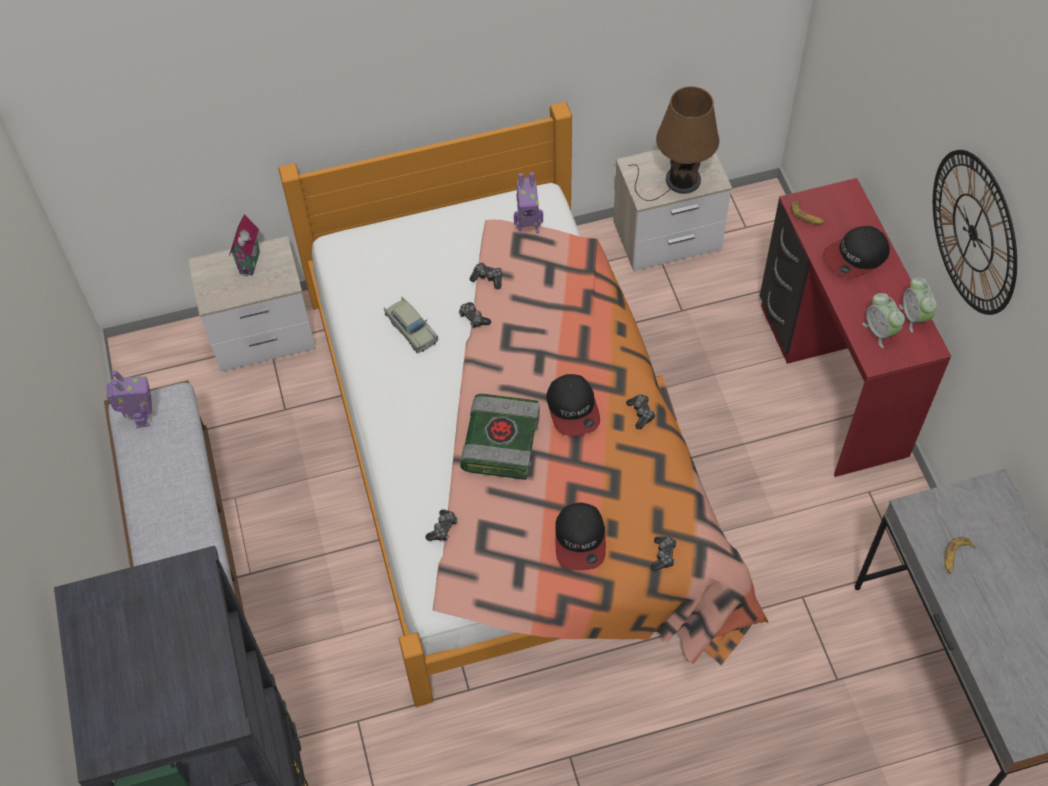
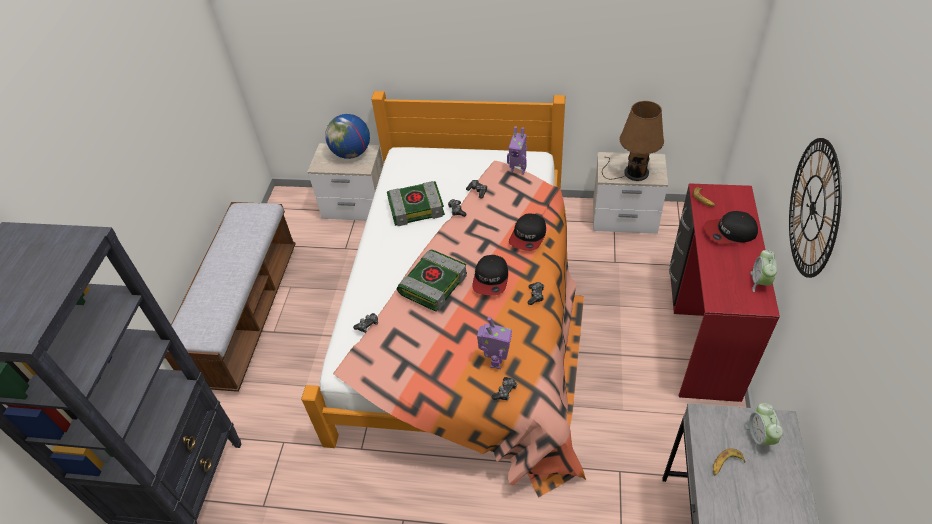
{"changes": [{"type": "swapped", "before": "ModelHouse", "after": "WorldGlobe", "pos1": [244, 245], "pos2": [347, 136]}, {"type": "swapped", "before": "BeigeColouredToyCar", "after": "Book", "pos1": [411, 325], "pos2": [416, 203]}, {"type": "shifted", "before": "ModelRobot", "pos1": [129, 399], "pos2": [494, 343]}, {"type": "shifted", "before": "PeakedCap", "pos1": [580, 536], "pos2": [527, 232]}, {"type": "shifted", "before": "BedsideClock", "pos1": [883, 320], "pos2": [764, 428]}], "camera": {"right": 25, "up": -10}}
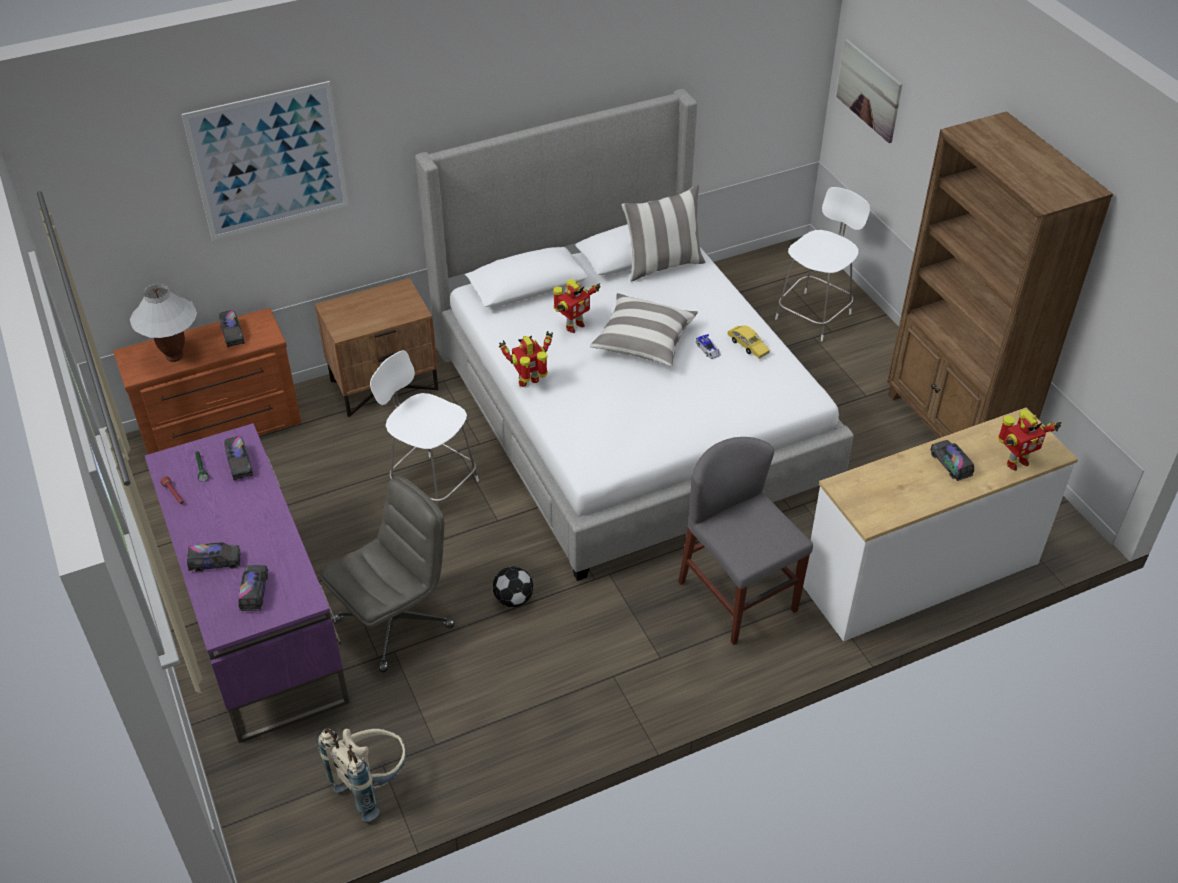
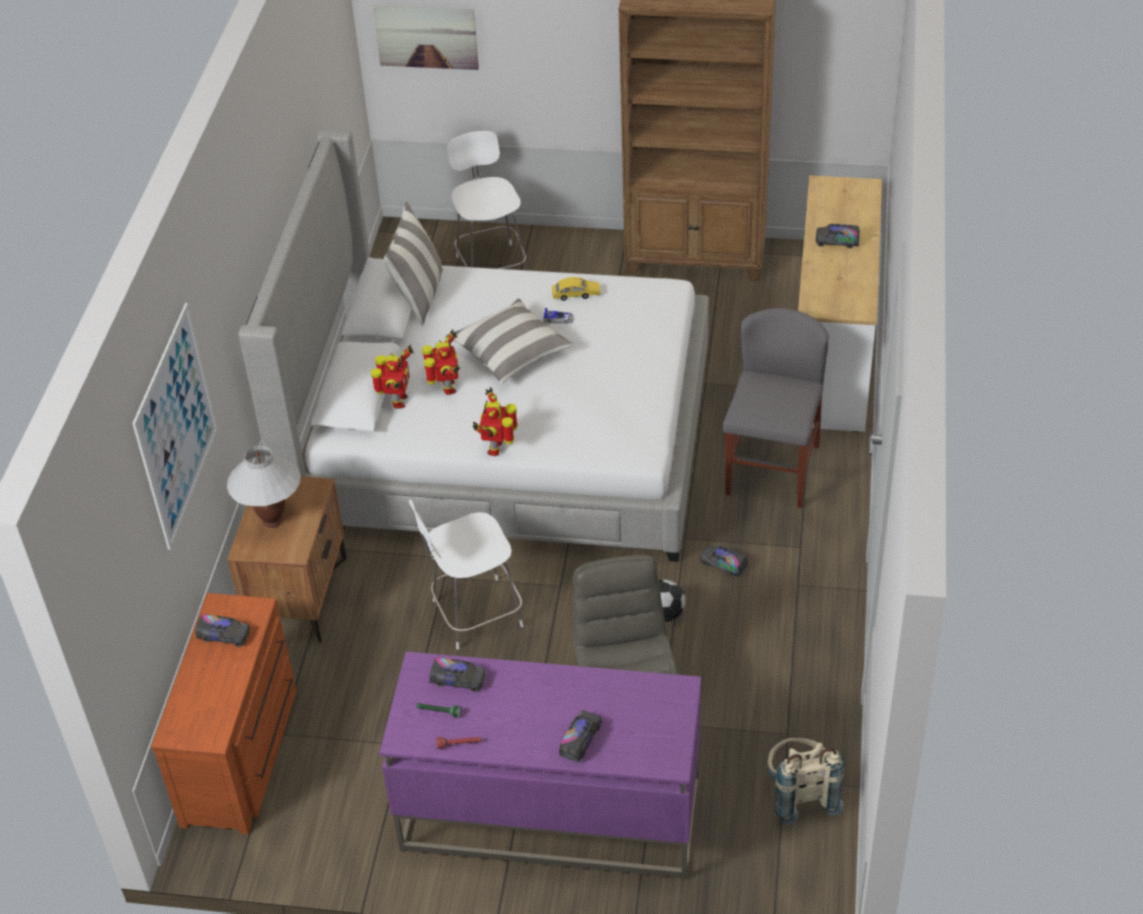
{"changes": [{"type": "shifted", "before": "WhitishLampForATable", "pos1": [163, 323], "pos2": [264, 486]}, {"type": "shifted", "before": "ModelRobot", "pos1": [1030, 440], "pos2": [392, 376]}, {"type": "shifted", "before": "ModelTruck", "pos1": [253, 588], "pos2": [724, 561]}, {"type": "rotated", "before": "GrayChair", "pos1": [745, 541], "pos2": [776, 408], "turn": 105}], "camera": {"right": -55, "up": 0}}
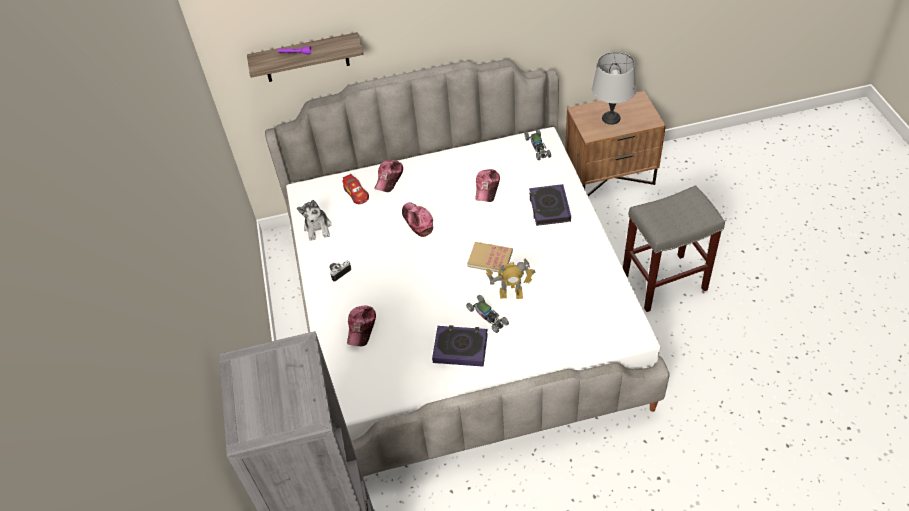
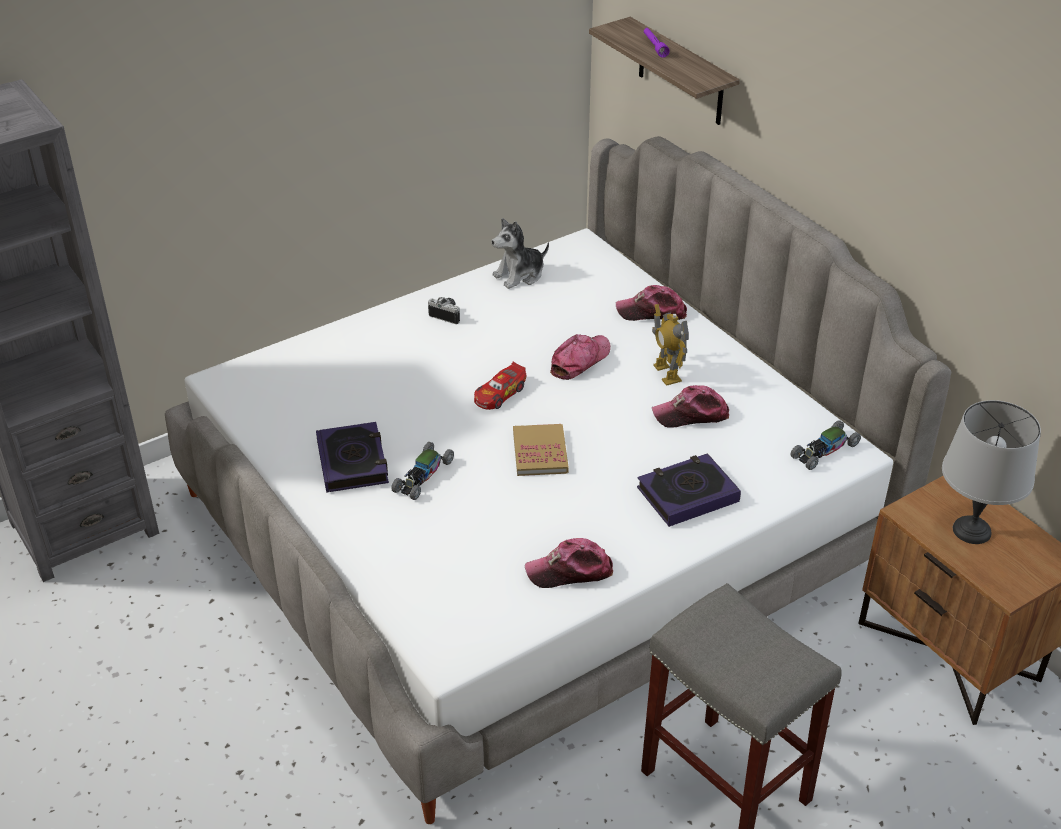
{"changes": [{"type": "shifted", "before": "ToyCar", "pos1": [355, 189], "pos2": [500, 386]}, {"type": "shifted", "before": "PeakedCap", "pos1": [361, 325], "pos2": [569, 563]}, {"type": "shifted", "before": "ModelRobot", "pos1": [511, 279], "pos2": [670, 345]}], "camera": {"right": 65, "up": -10}}
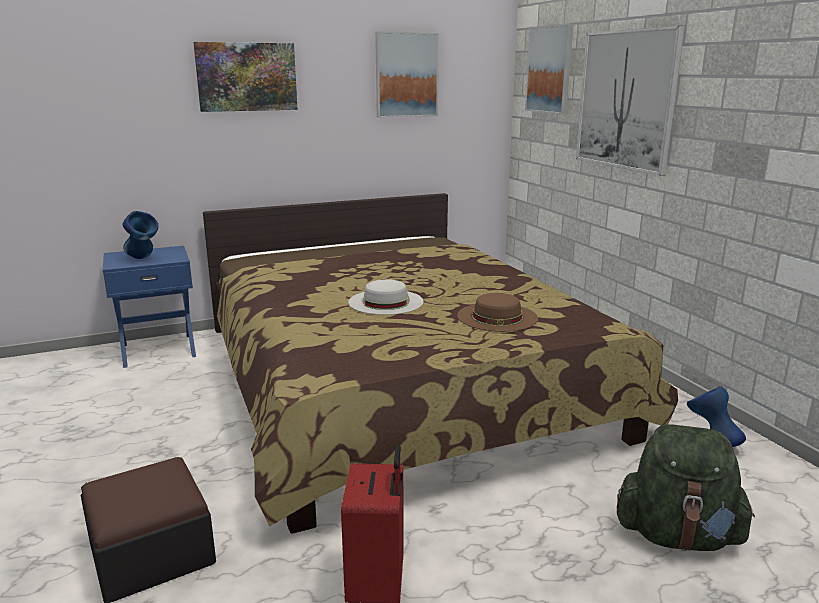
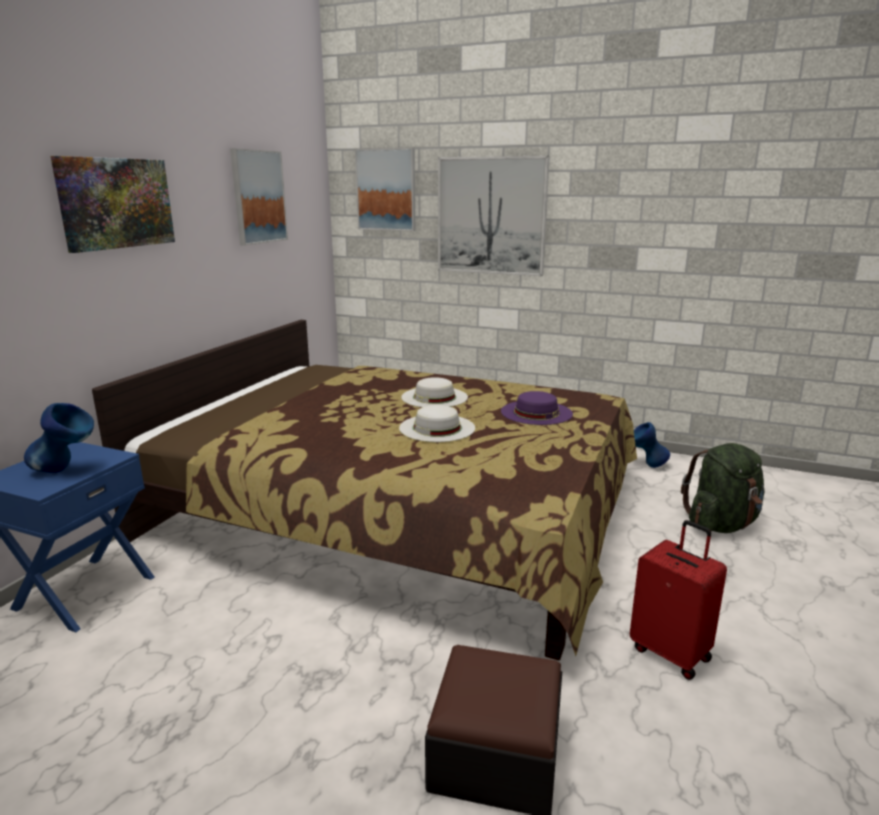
{"changes": [{"type": "new", "after": "WhitishClothingHat", "pos2": [434, 392]}, {"type": "repainted", "before": "BrownishClothingHat", "after": "PurpleClothingHat", "pos1": [497, 312], "pos2": [537, 408]}], "camera": {"right": -45, "up": 0}}
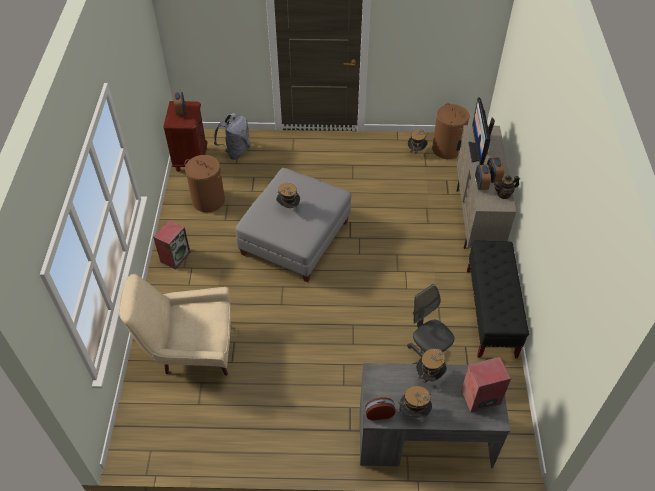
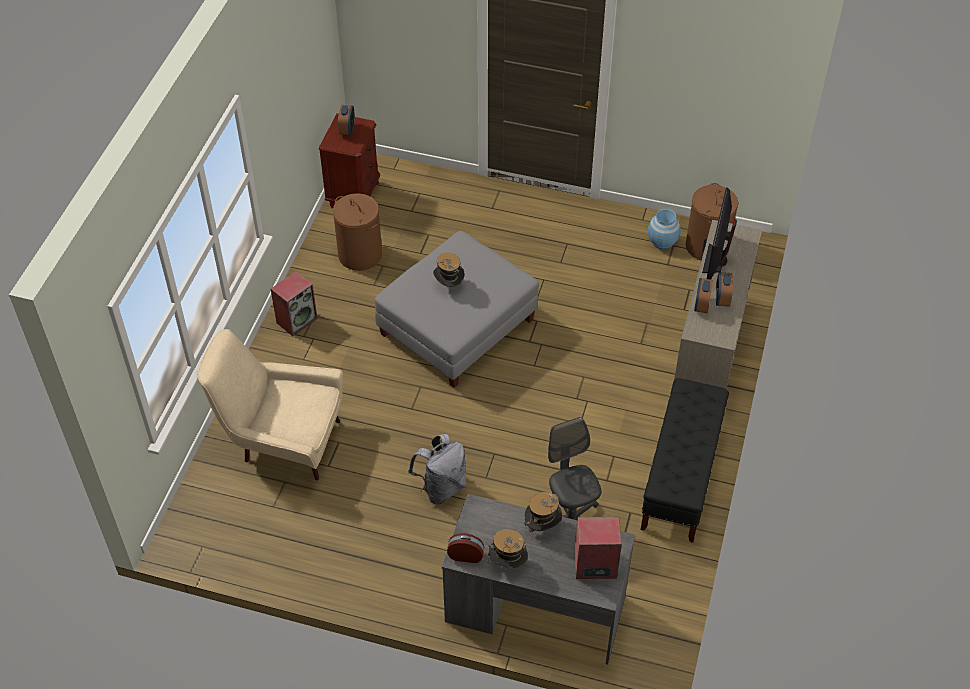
{"changes": [{"type": "shifted", "before": "GrayRucksack", "pos1": [232, 136], "pos2": [437, 469]}, {"type": "swapped", "before": "ClothingHat", "after": "BlueColouredVase", "pos1": [418, 144], "pos2": [664, 229]}, {"type": "gone", "before": "TeaPot", "pos1": [507, 187]}], "camera": {"right": 15, "up": 0}}
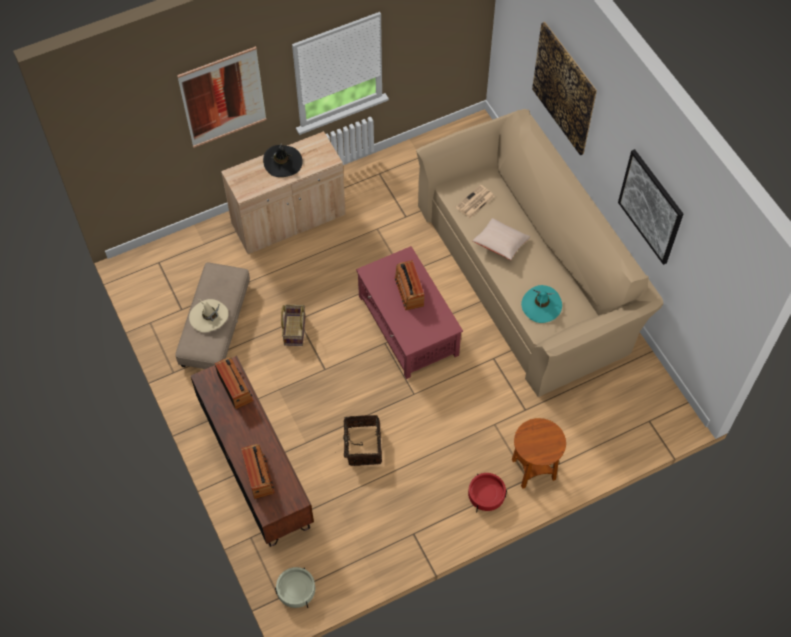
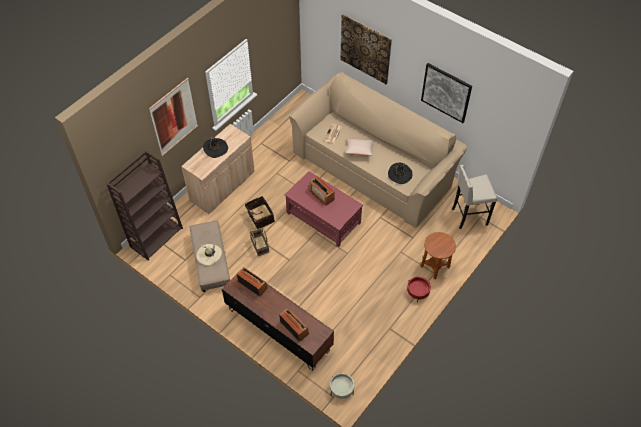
{"changes": [{"type": "new", "after": "BrownishShelvingUnit", "pos2": [144, 205]}, {"type": "shifted", "before": "HouseholdBasket", "pos1": [362, 440], "pos2": [260, 212]}, {"type": "repainted", "before": "TurquoiseClothingHat", "after": "BlackClothingHat", "pos1": [541, 304], "pos2": [400, 173]}, {"type": "new", "after": "BeigeColouredStoolSeat", "pos2": [474, 197]}], "camera": {"right": -25, "up": -5}}
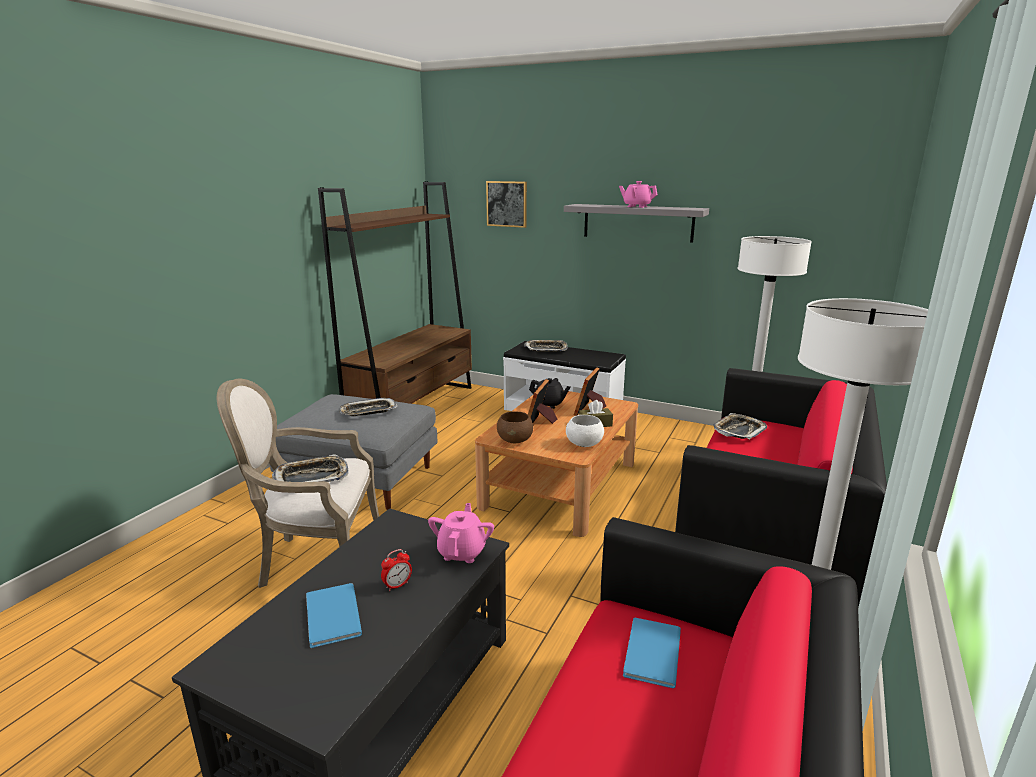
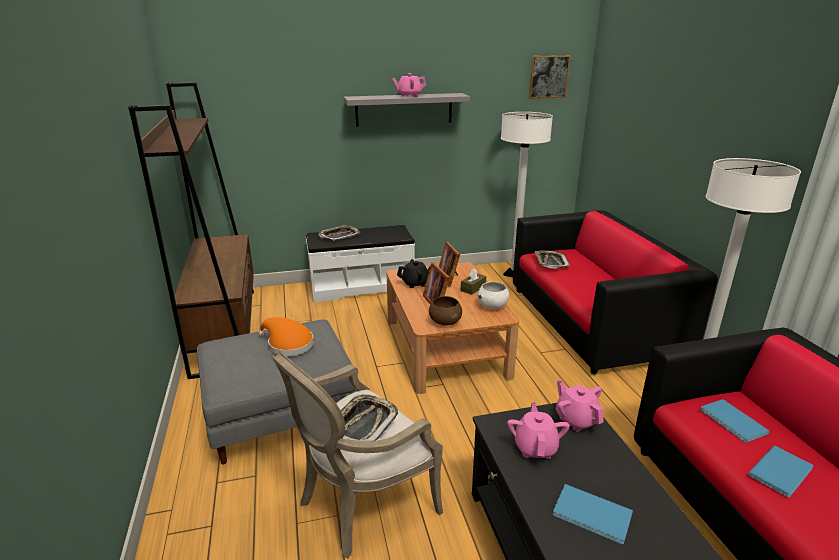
{"changes": [{"type": "swapped", "before": "CarryingTray", "after": "OrangeColouredClothingHat", "pos1": [369, 407], "pos2": [286, 336]}, {"type": "new", "after": "PinkTeaPot", "pos2": [538, 430]}, {"type": "shifted", "before": "WallPicture", "pos1": [506, 204], "pos2": [550, 77]}, {"type": "new", "after": "BlueColouredBook", "pos2": [781, 472]}, {"type": "gone", "before": "BedsideClock", "pos1": [396, 570]}], "camera": {"right": -40, "up": 5}}
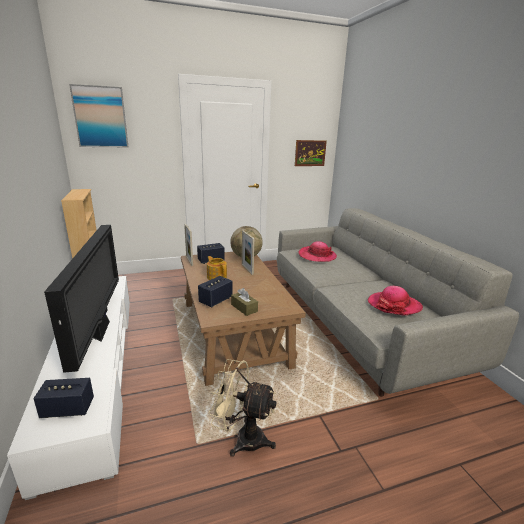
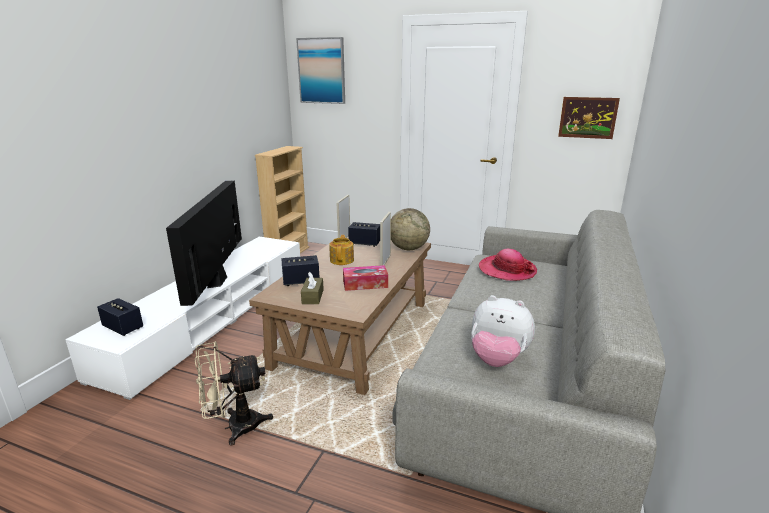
{"changes": [{"type": "rotated", "before": "Tv", "pos1": [81, 299], "pos2": [204, 243], "turn": 150}, {"type": "rotated", "before": "BeigeColouredCoolingFan", "pos1": [242, 408], "pos2": [234, 393], "turn": -75}, {"type": "new", "after": "BoxOfTissues", "pos2": [365, 278]}, {"type": "swapped", "before": "ClothingHat", "after": "PlushToy", "pos1": [395, 300], "pos2": [503, 331]}], "camera": {"right": 40, "up": 0}}
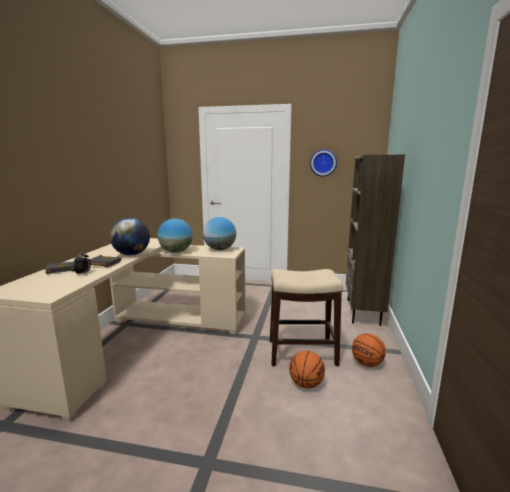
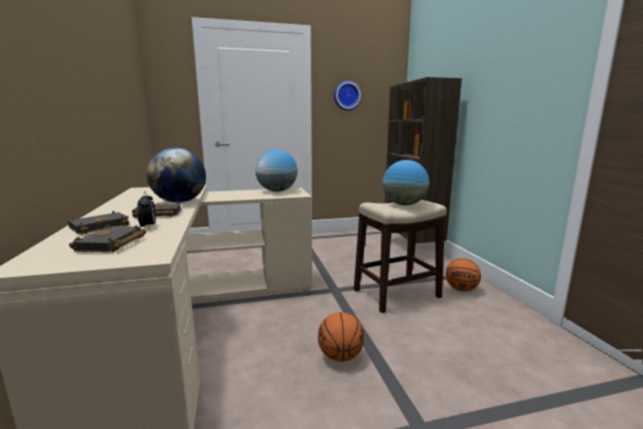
{"changes": [{"type": "new", "after": "BlackBook", "pos2": [107, 238]}, {"type": "shifted", "before": "BallForBasketball", "pos1": [307, 370], "pos2": [341, 337]}, {"type": "shifted", "before": "WorldGlobe", "pos1": [175, 236], "pos2": [406, 182]}], "camera": {"right": -25, "up": 0}}
